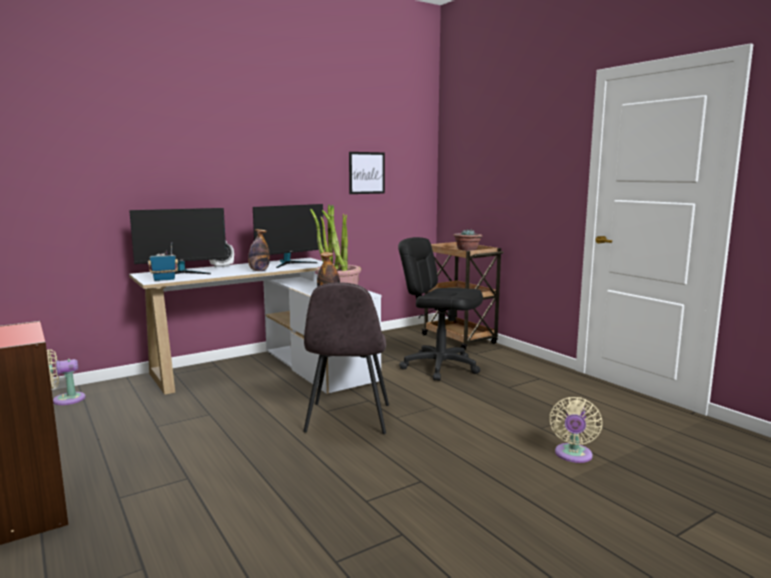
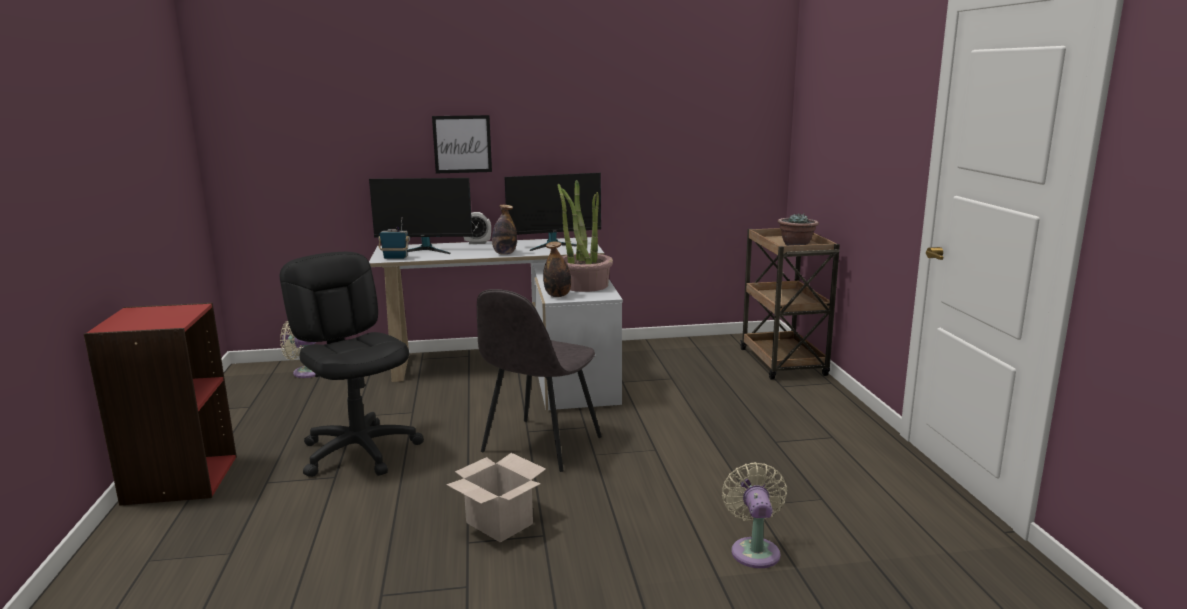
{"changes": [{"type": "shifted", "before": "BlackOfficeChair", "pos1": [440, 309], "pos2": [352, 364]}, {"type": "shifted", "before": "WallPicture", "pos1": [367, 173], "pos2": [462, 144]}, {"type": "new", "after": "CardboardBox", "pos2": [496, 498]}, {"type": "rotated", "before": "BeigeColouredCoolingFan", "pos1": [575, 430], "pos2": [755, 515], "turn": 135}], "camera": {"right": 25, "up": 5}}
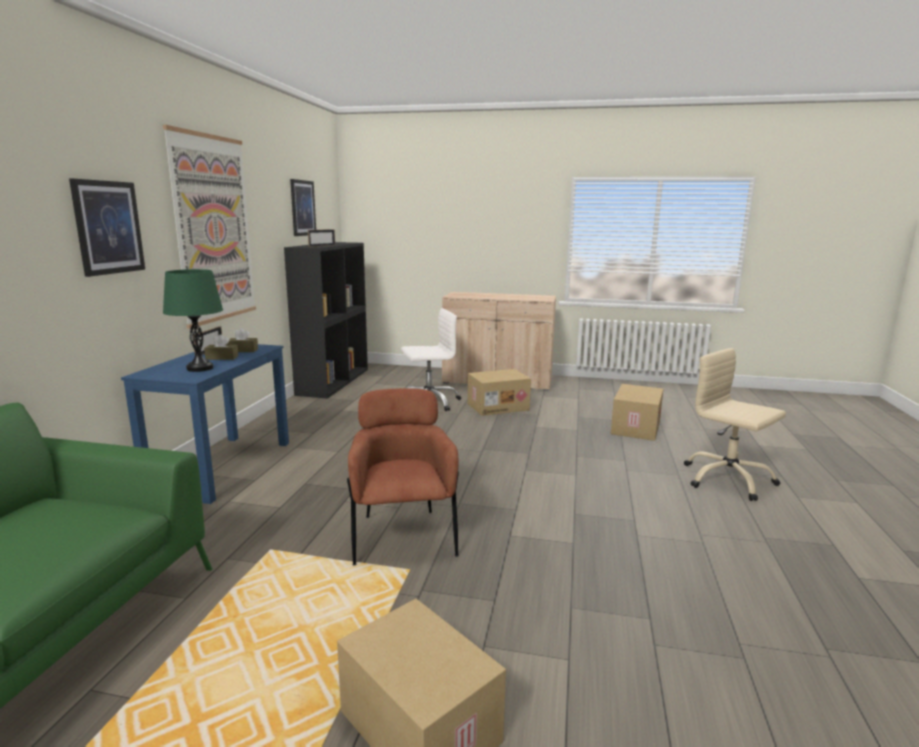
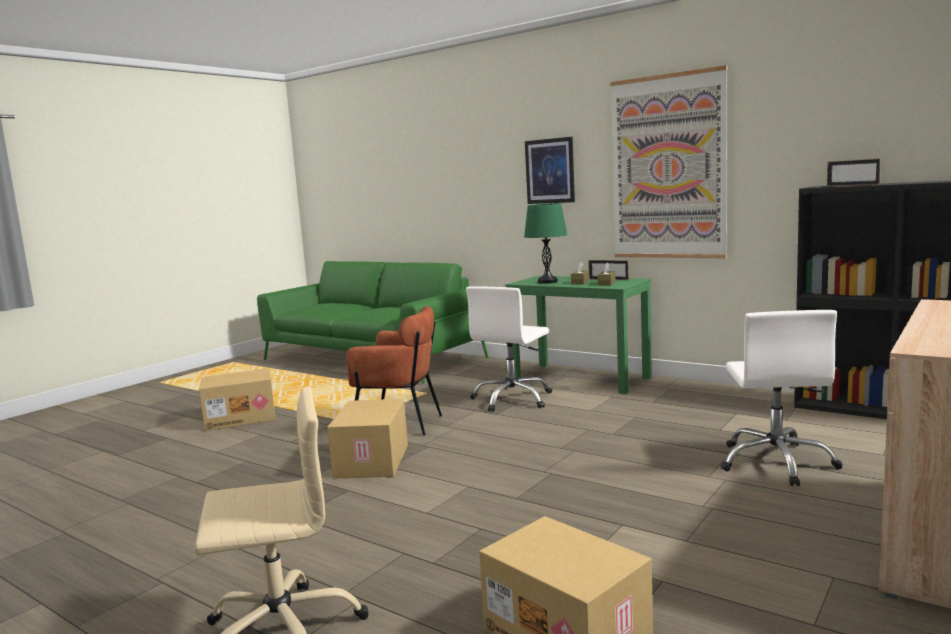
{"changes": [{"type": "shifted", "before": "CardboardBox", "pos1": [499, 392], "pos2": [367, 439]}, {"type": "new", "after": "WhitishOfficeChair", "pos2": [509, 349]}, {"type": "repainted", "before": "BlueColouredDesk", "after": "GreenDesk", "pos1": [205, 424], "pos2": [578, 335]}, {"type": "gone", "before": "WallPicture", "pos1": [303, 207]}], "camera": {"right": 115, "up": -5}}
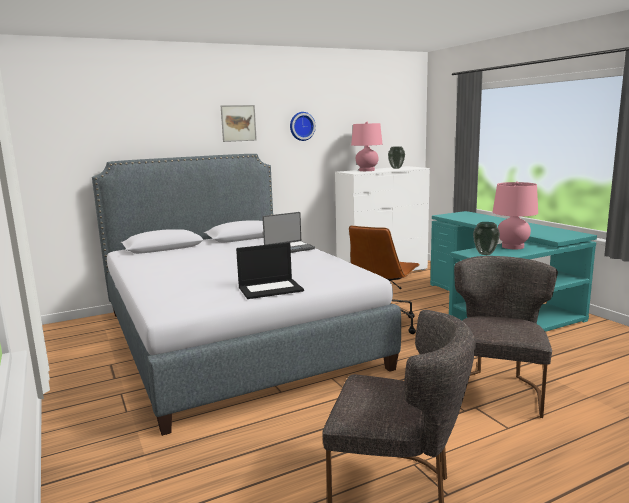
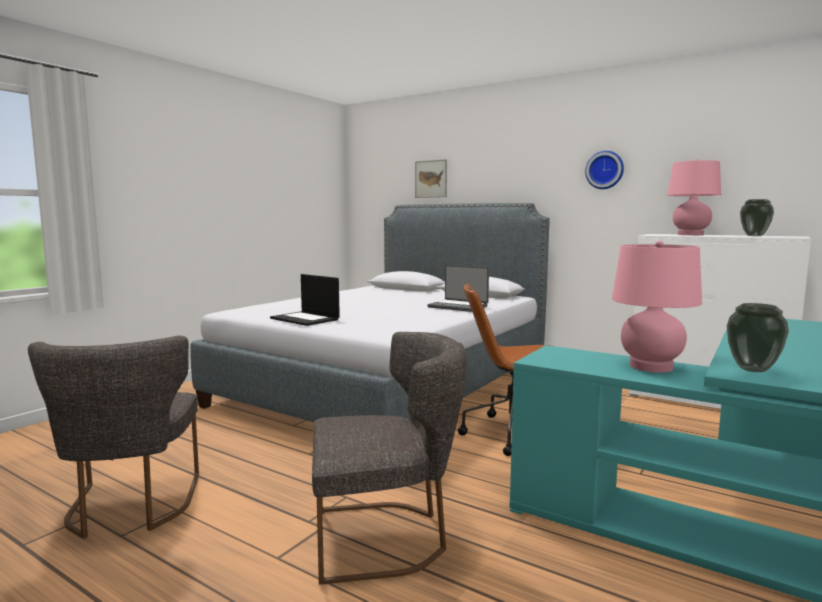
{"changes": [{"type": "shifted", "before": "WallPicture", "pos1": [239, 123], "pos2": [431, 178]}, {"type": "shifted", "before": "Vase", "pos1": [486, 238], "pos2": [758, 337]}], "camera": {"right": 60, "up": -5}}
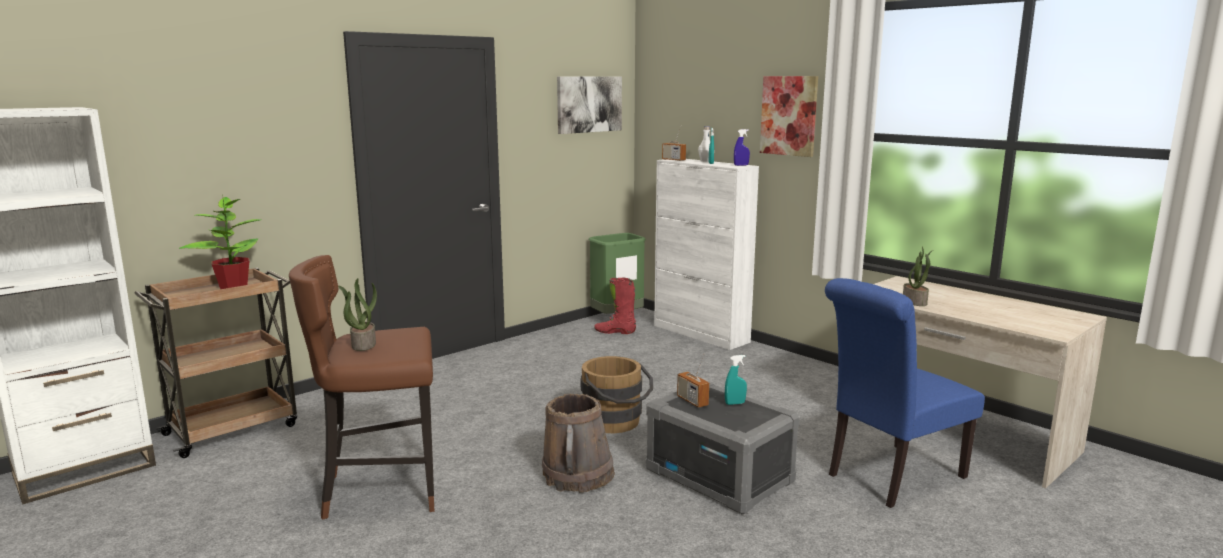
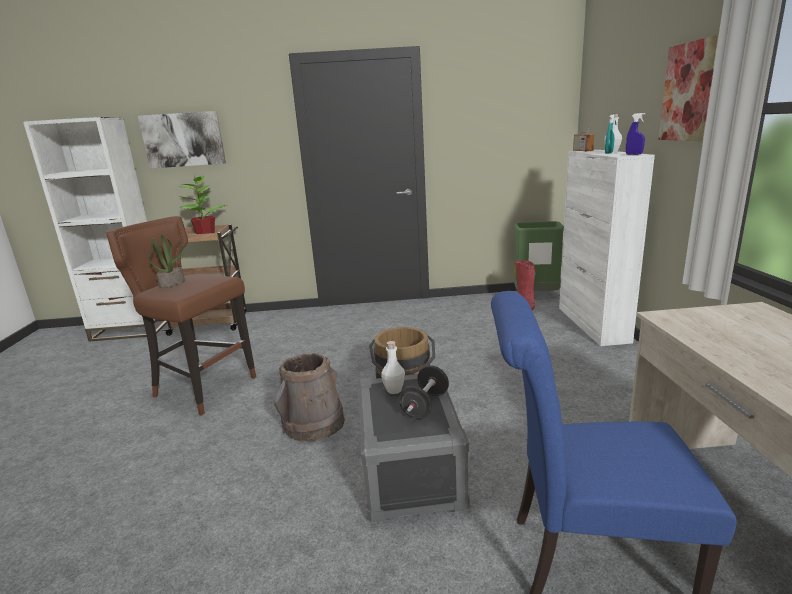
{"changes": [{"type": "shifted", "before": "WallPicture", "pos1": [589, 105], "pos2": [182, 140]}, {"type": "swapped", "before": "RadioReceiver", "after": "WhitishDrinkBottle", "pos1": [693, 380], "pos2": [393, 367]}, {"type": "swapped", "before": "TurquoiseHandSprayer", "after": "BlackDumbbell", "pos1": [736, 380], "pos2": [424, 392]}, {"type": "gone", "before": "Houseplant", "pos1": [918, 276]}], "camera": {"right": 40, "up": 5}}
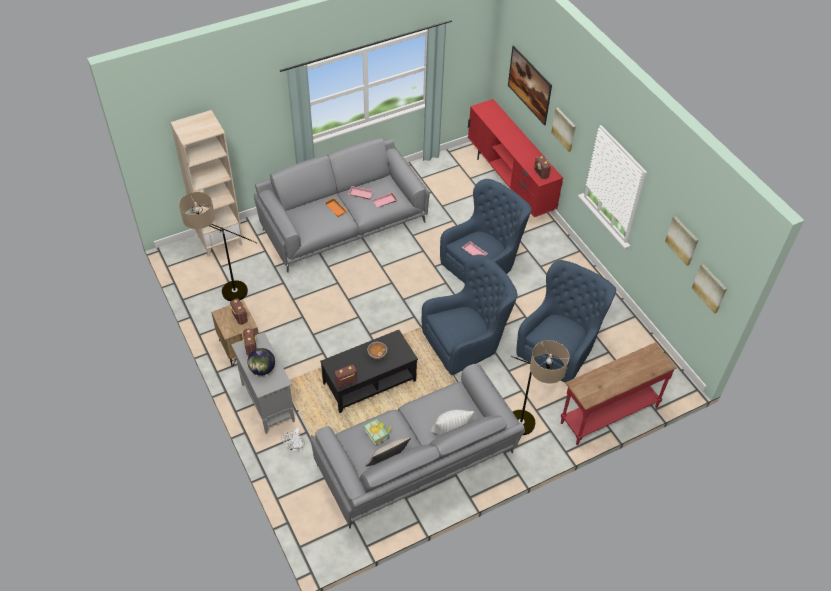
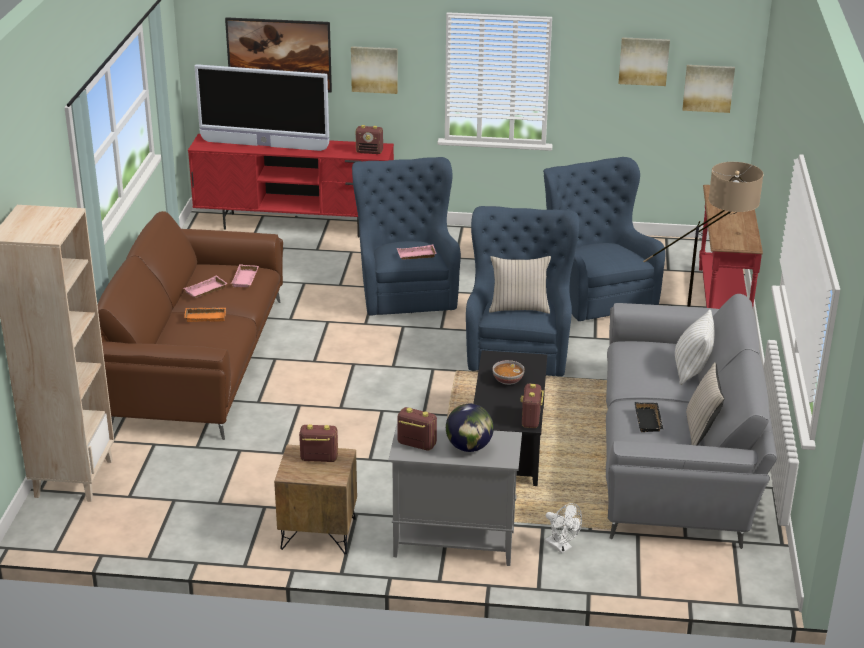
{"changes": [{"type": "repainted", "before": "GraySofa", "after": "BrownishSofa", "pos1": [342, 205], "pos2": [190, 325]}, {"type": "new", "after": "Tv", "pos2": [261, 107]}, {"type": "new", "after": "BeigeColouredThrowPillow", "pos2": [520, 285]}, {"type": "swapped", "before": "Book", "after": "BlackCarryingTray", "pos1": [378, 432], "pos2": [649, 417]}, {"type": "gone", "before": "StandingLamp", "pos1": [218, 246]}], "camera": {"right": -55, "up": -20}}
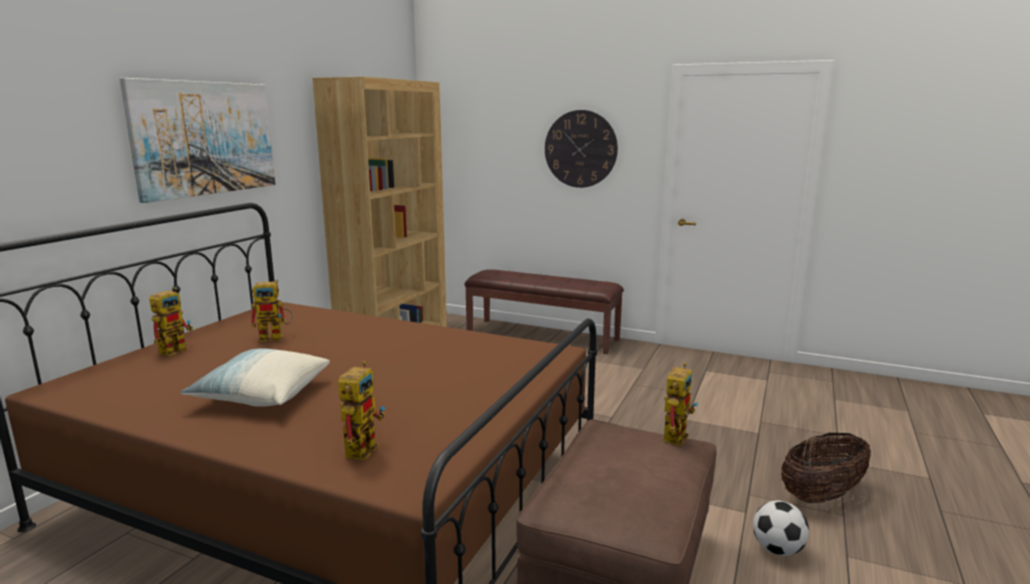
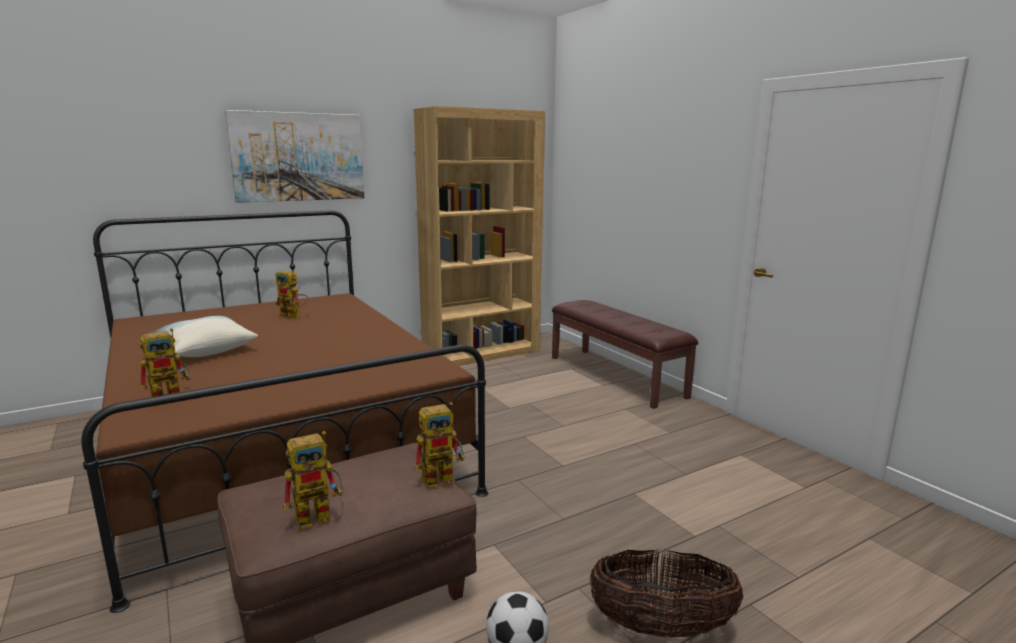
{"changes": [{"type": "shifted", "before": "ModelRobot", "pos1": [171, 321], "pos2": [313, 480]}, {"type": "gone", "before": "ClockOnTheWall", "pos1": [581, 149]}], "camera": {"right": 35, "up": 0}}
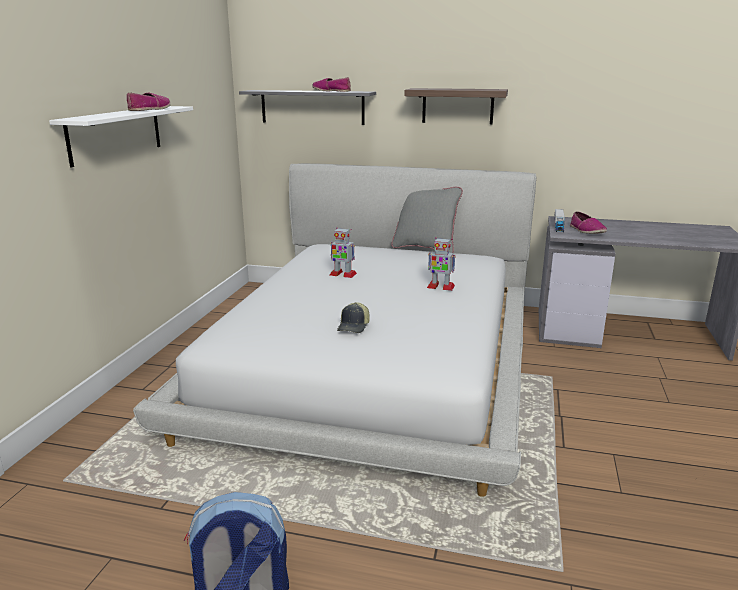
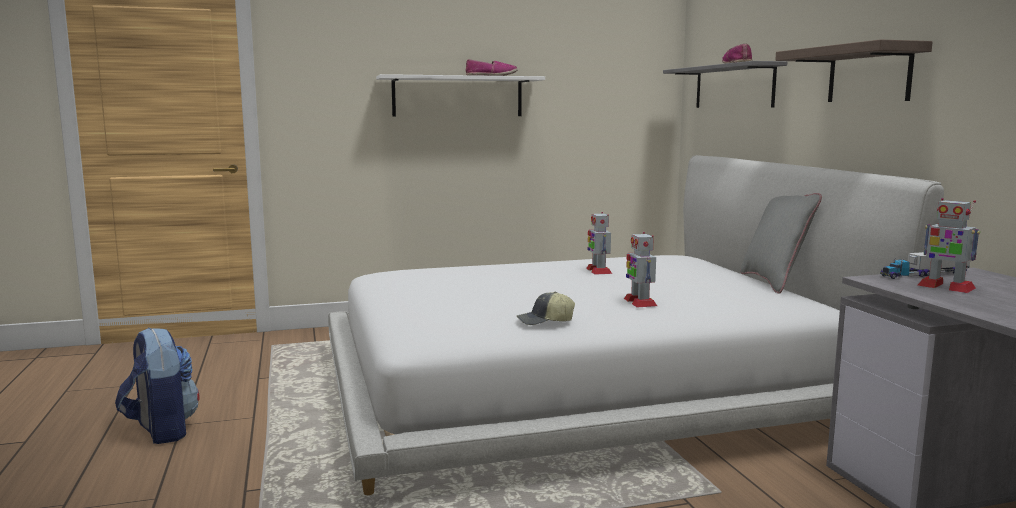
{"changes": [{"type": "shifted", "before": "PeakedCap", "pos1": [353, 317], "pos2": [546, 308]}, {"type": "swapped", "before": "ItemOfFootwear", "after": "ModelRobot", "pos1": [588, 222], "pos2": [949, 245]}], "camera": {"right": 60, "up": -10}}
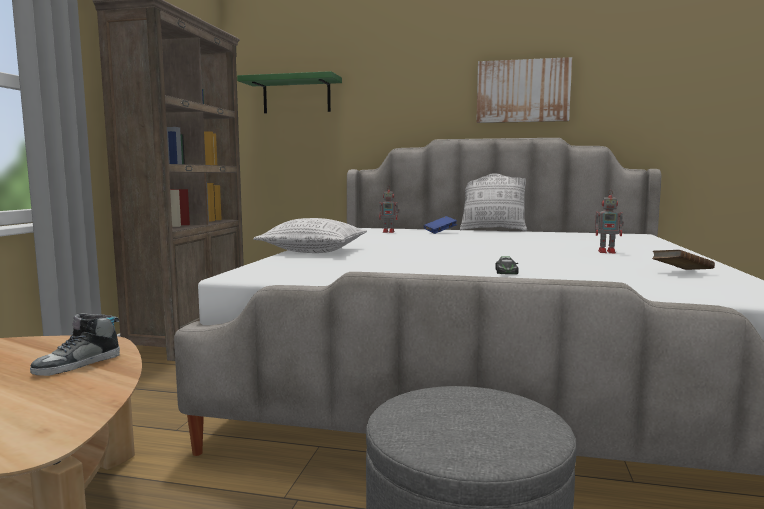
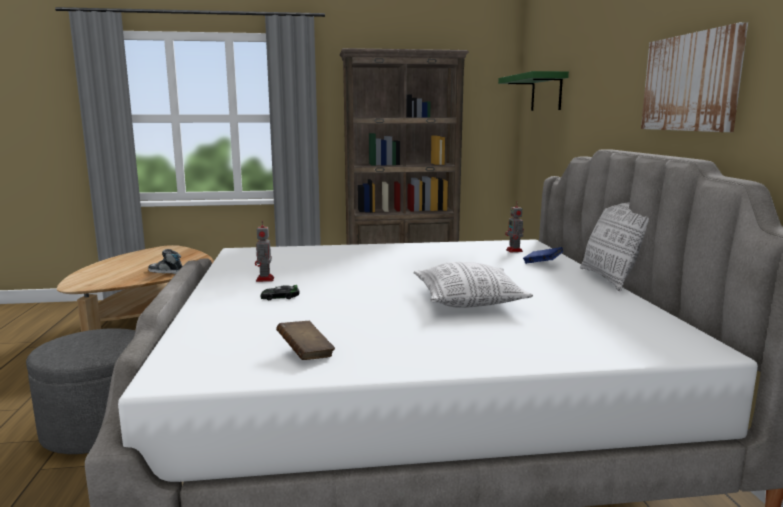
{"changes": [{"type": "shifted", "before": "ModelRobot", "pos1": [609, 221], "pos2": [264, 251]}, {"type": "shifted", "before": "ThrowPillow", "pos1": [310, 235], "pos2": [473, 285]}], "camera": {"right": 70, "up": 5}}
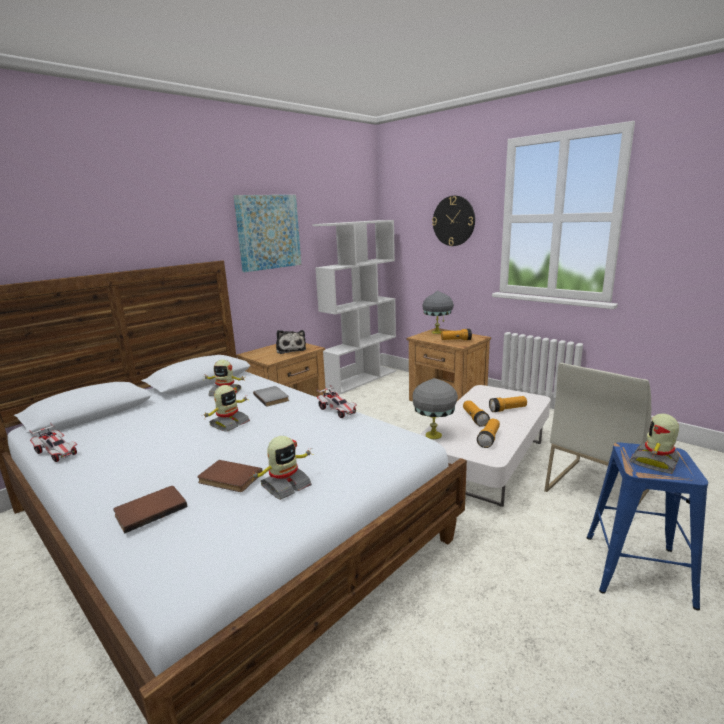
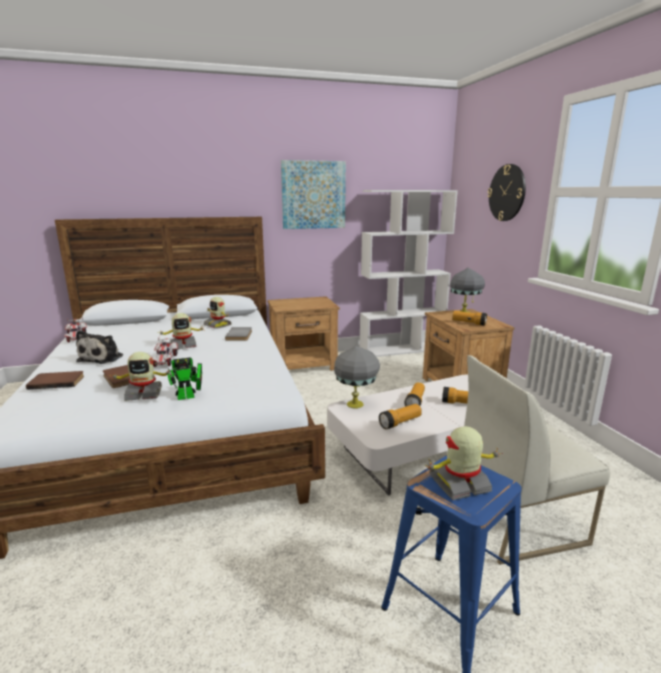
{"changes": [{"type": "shifted", "before": "PlushToy", "pos1": [291, 342], "pos2": [99, 347]}, {"type": "shifted", "before": "ToyCar", "pos1": [336, 401], "pos2": [164, 351]}, {"type": "new", "after": "ModelRobot", "pos2": [182, 376]}], "camera": {"right": 30, "up": 0}}
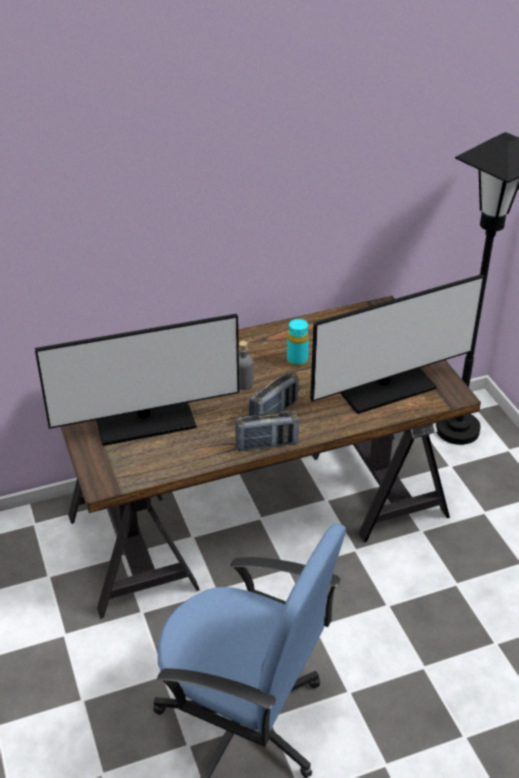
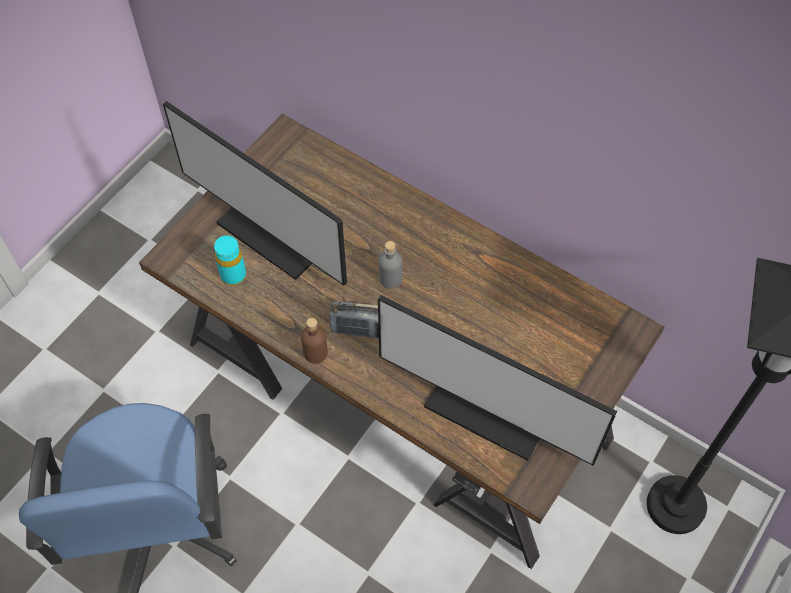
{"changes": [{"type": "shifted", "before": "TurquoiseDrinkBottle", "pos1": [298, 342], "pos2": [230, 260]}, {"type": "swapped", "before": "RadioReceiver", "after": "BrownishDrinkBottle", "pos1": [267, 431], "pos2": [314, 341]}], "camera": {"right": 55, "up": 20}}
